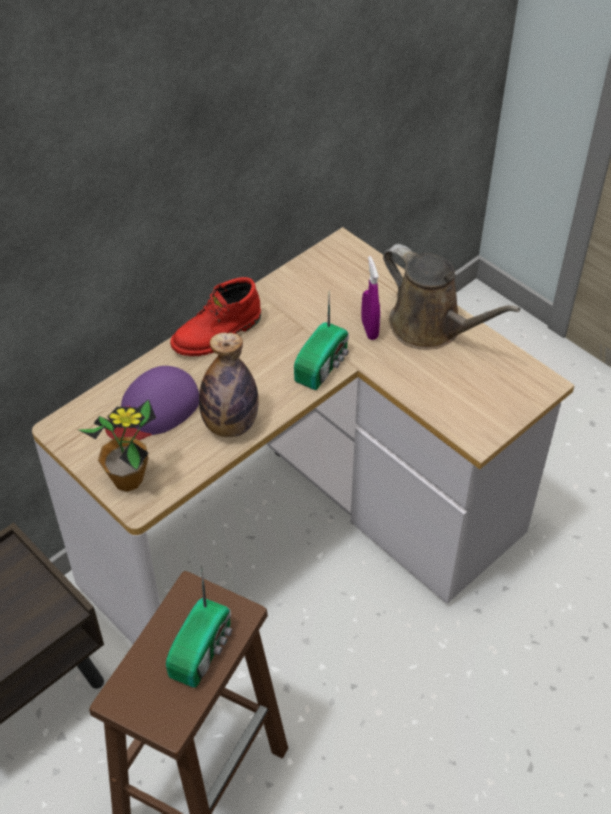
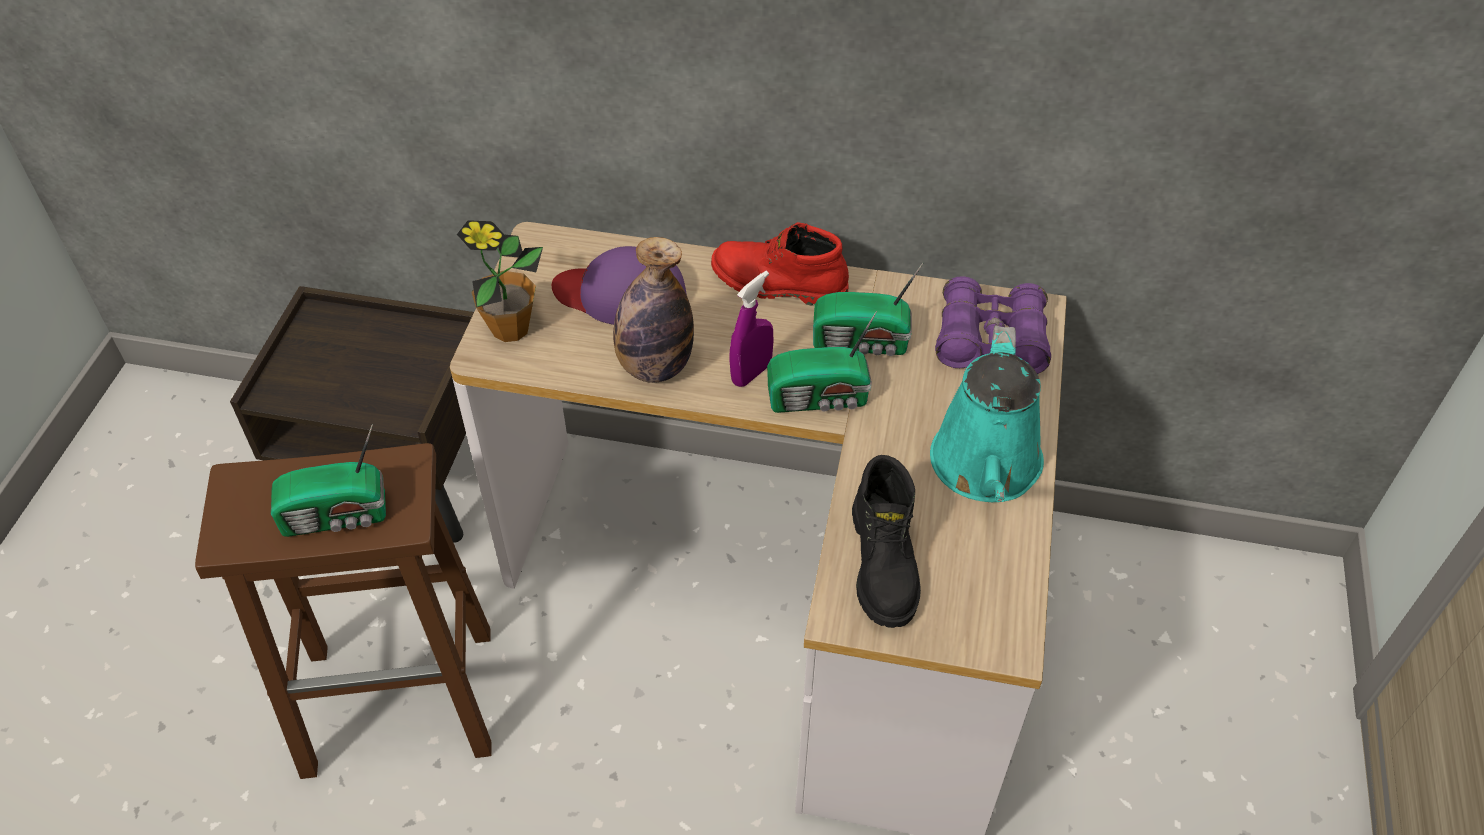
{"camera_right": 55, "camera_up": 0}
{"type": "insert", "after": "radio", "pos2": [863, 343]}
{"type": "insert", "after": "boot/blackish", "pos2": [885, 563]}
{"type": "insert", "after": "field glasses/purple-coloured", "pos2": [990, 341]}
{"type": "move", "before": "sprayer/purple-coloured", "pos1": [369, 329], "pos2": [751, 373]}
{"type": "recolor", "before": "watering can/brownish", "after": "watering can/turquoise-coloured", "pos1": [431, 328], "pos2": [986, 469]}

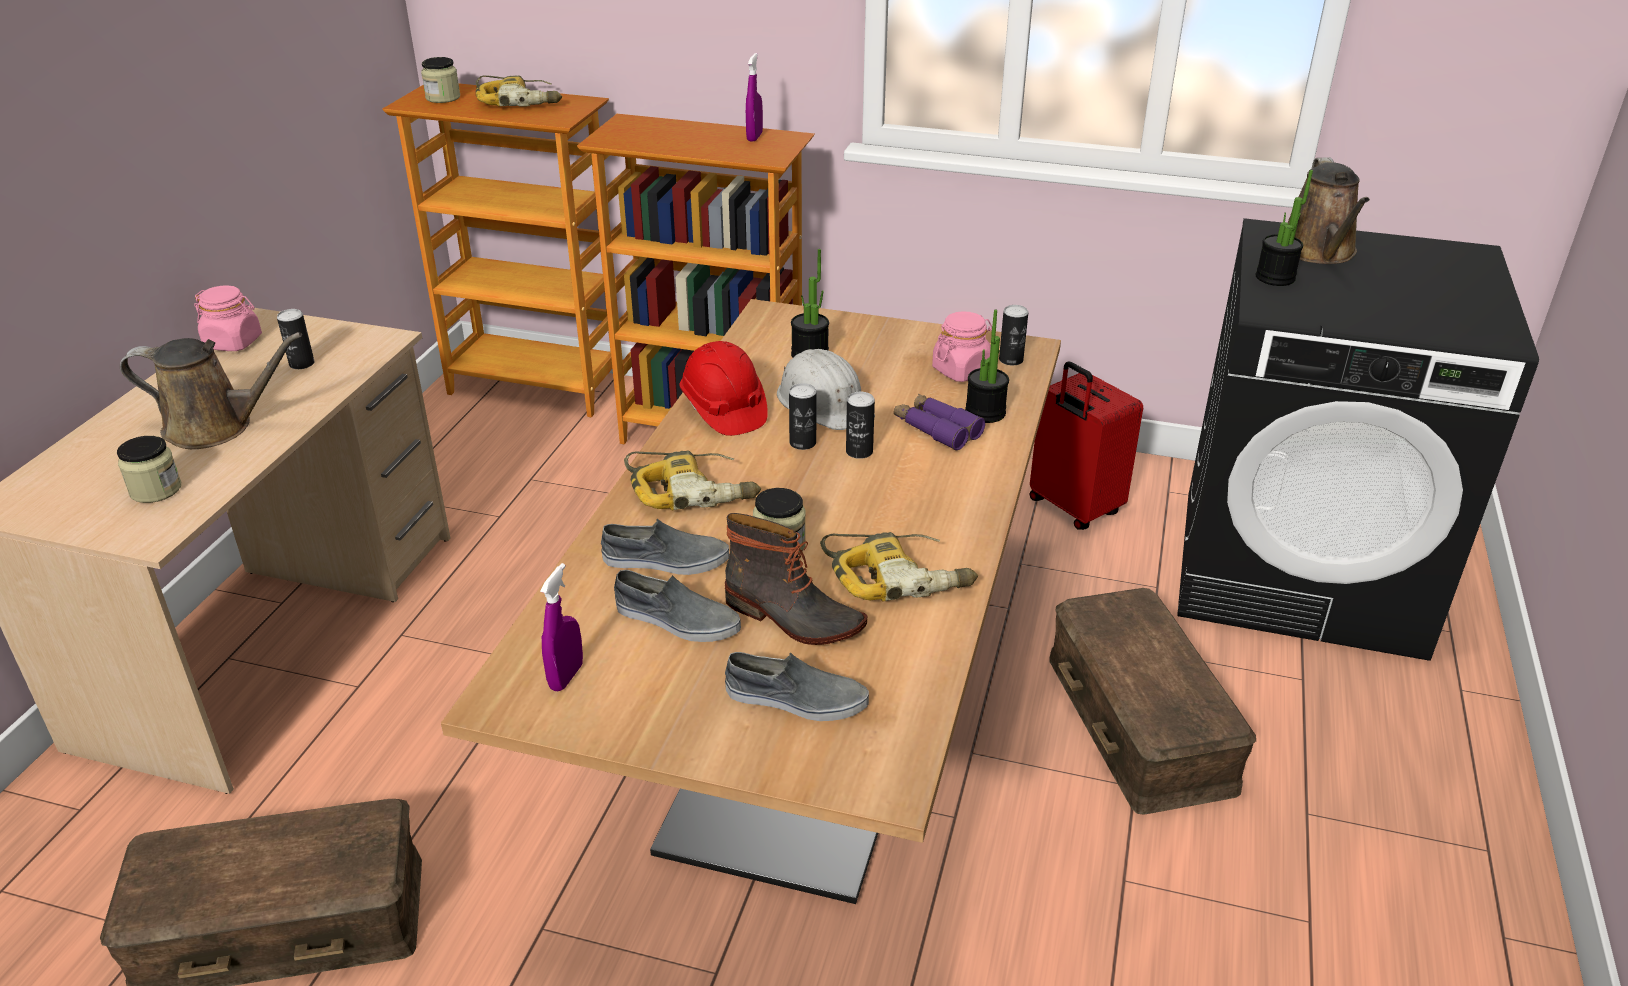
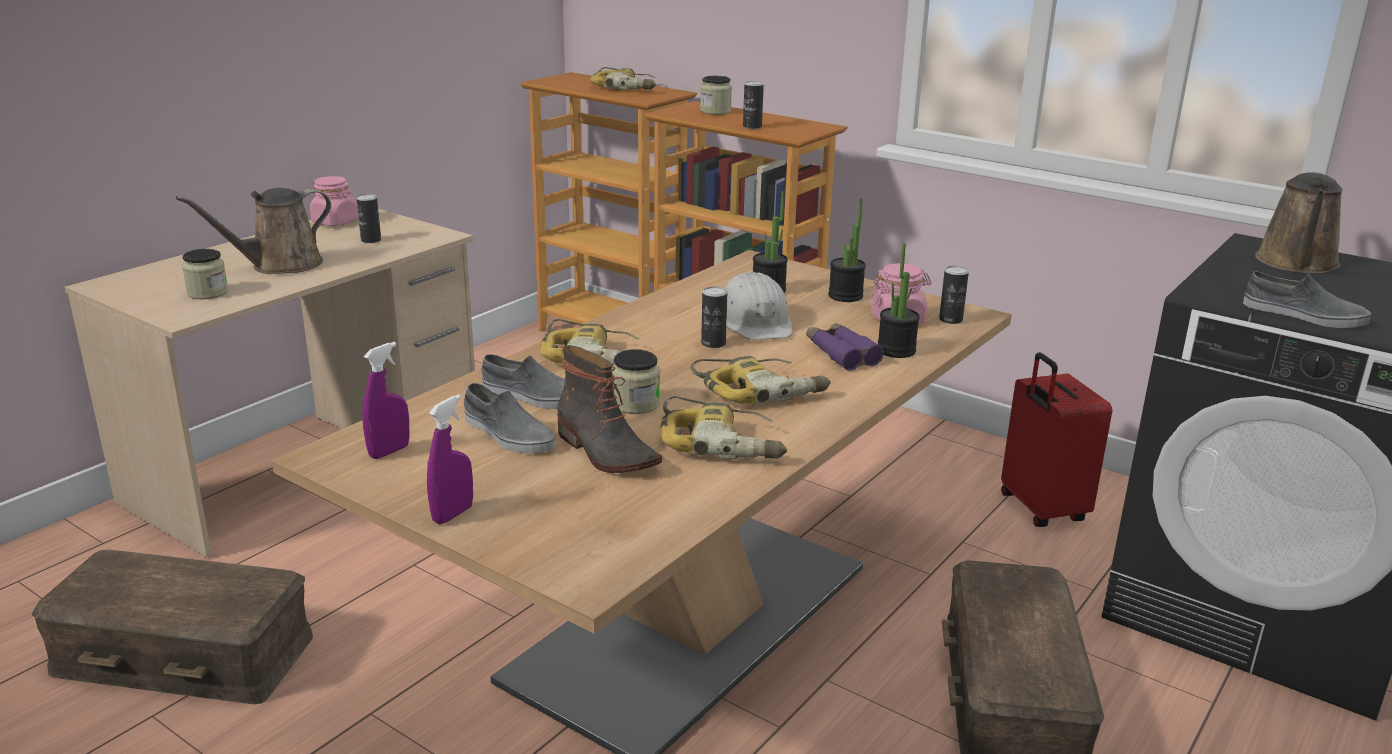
{"camera_right": 20, "camera_up": -10}
{"type": "delete", "before": "work helmet/reddish", "pos1": [723, 410]}
{"type": "insert", "after": "drill", "pos2": [760, 390]}
{"type": "move", "before": "storage jar", "pos1": [443, 98], "pos2": [715, 111]}
{"type": "move", "before": "shoe/gray", "pos1": [796, 699], "pos2": [1303, 315]}
{"type": "move", "before": "sprayer/purple-coloured", "pos1": [754, 137], "pos2": [453, 514]}
{"type": "move", "before": "metal can", "pos1": [859, 452], "pos2": [752, 127]}
{"type": "move", "before": "plant in a pot", "pos1": [1275, 278], "pos2": [845, 296]}
{"type": "rotate", "before": "watering can/brownish", "pos1": [216, 427], "pos2": [280, 265], "turn": 120}

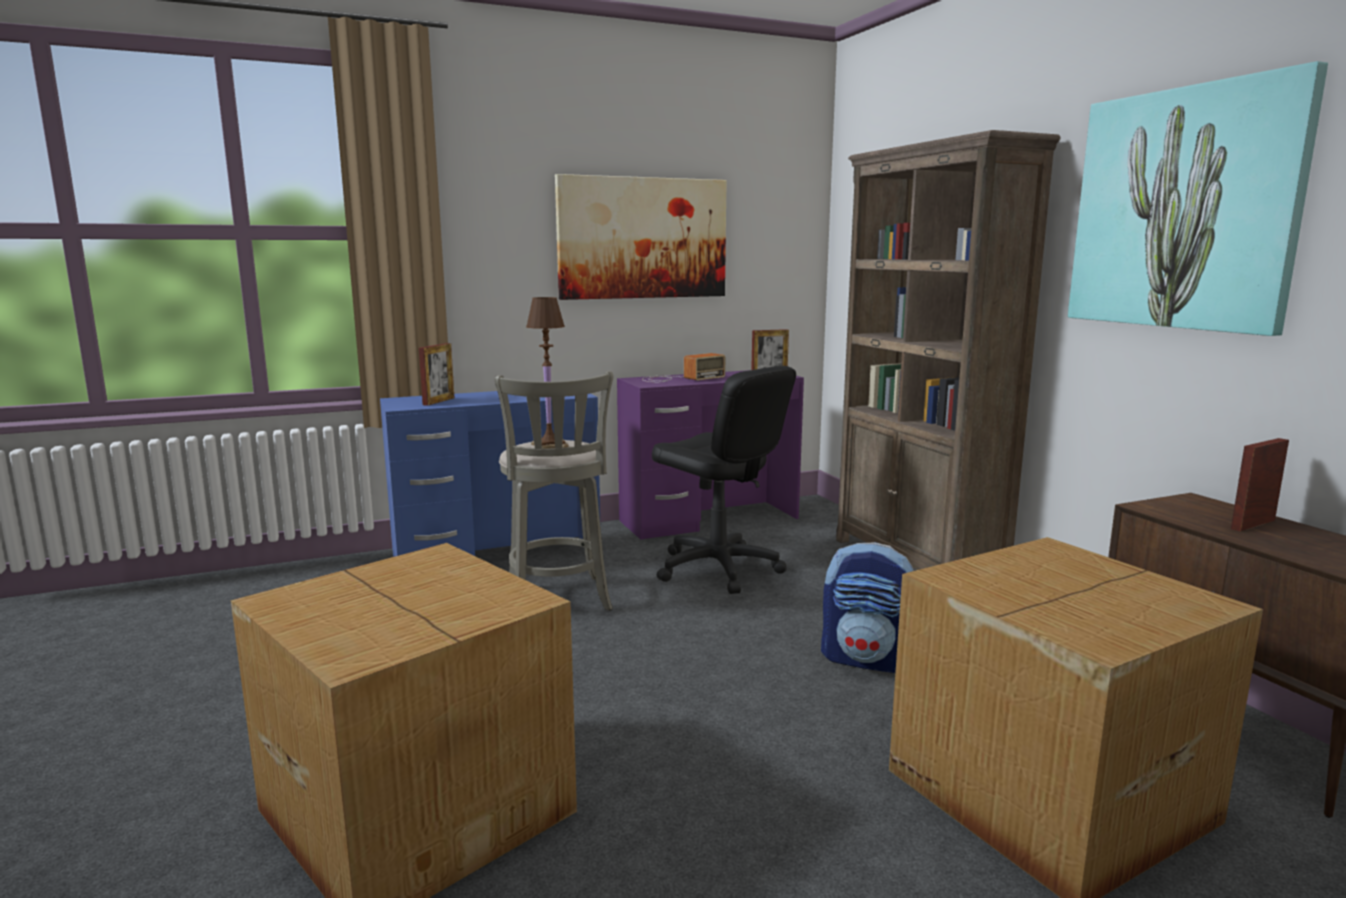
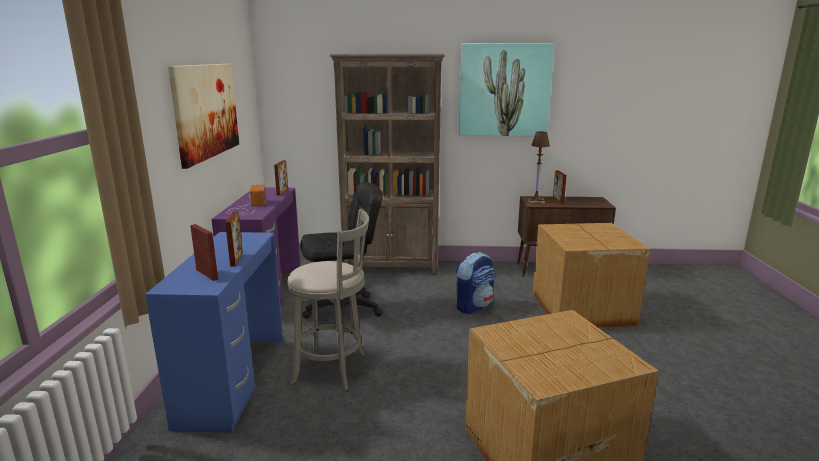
{"camera_right": -65, "camera_up": 5}
{"type": "insert", "after": "picture frame", "pos2": [236, 259]}
{"type": "move", "before": "tabletop lamp/brownish", "pos1": [549, 446], "pos2": [536, 201]}

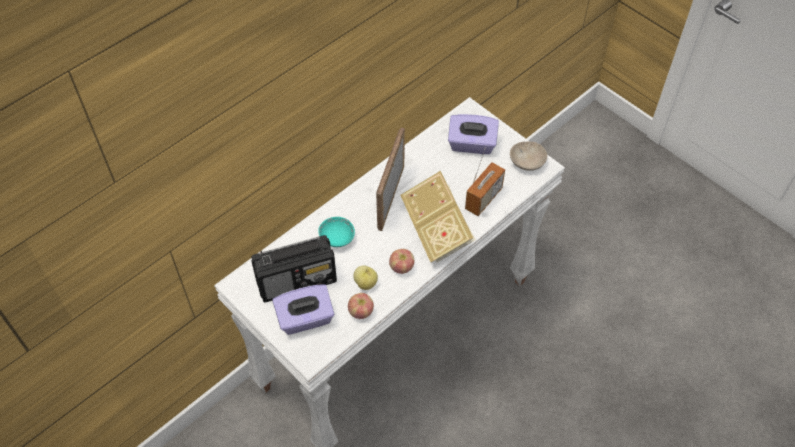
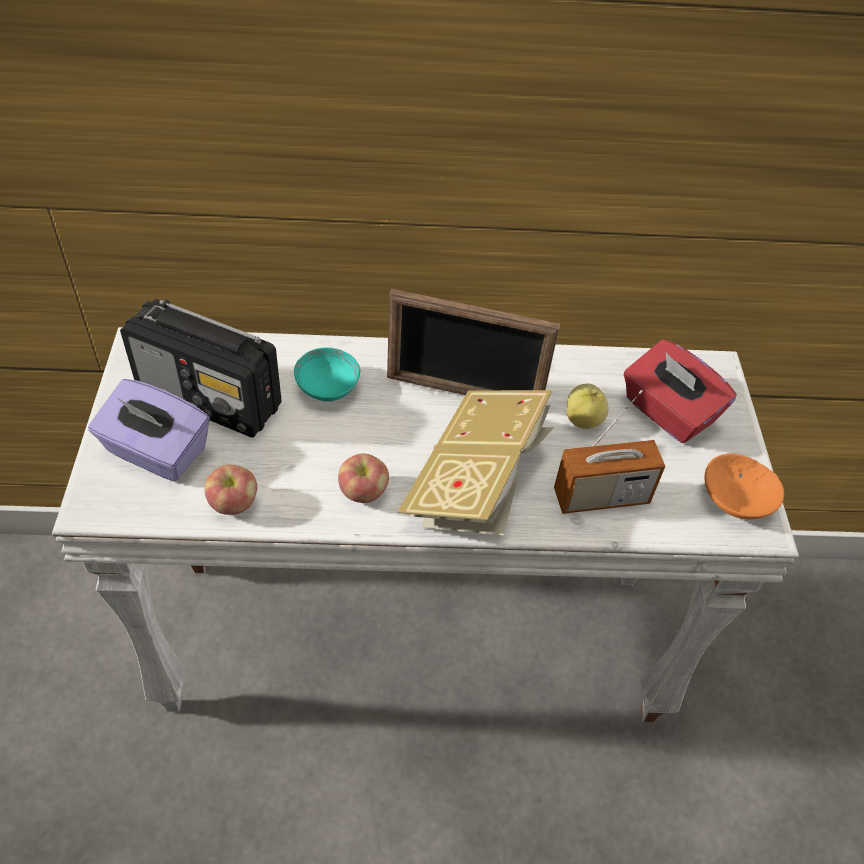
{"camera_right": 40, "camera_up": -5}
{"type": "move", "before": "apple fruit", "pos1": [366, 283], "pos2": [583, 420]}
{"type": "recolor", "before": "box of tissues/purple-coloured", "after": "box of tissues/reddish", "pos1": [471, 145], "pos2": [667, 412]}
{"type": "recolor", "before": "deep dish/sand-coloured", "after": "deep dish/orange", "pos1": [526, 163], "pos2": [734, 499]}
{"type": "rotate", "before": "picture frame", "pos1": [391, 197], "pos2": [463, 393], "turn": -135}

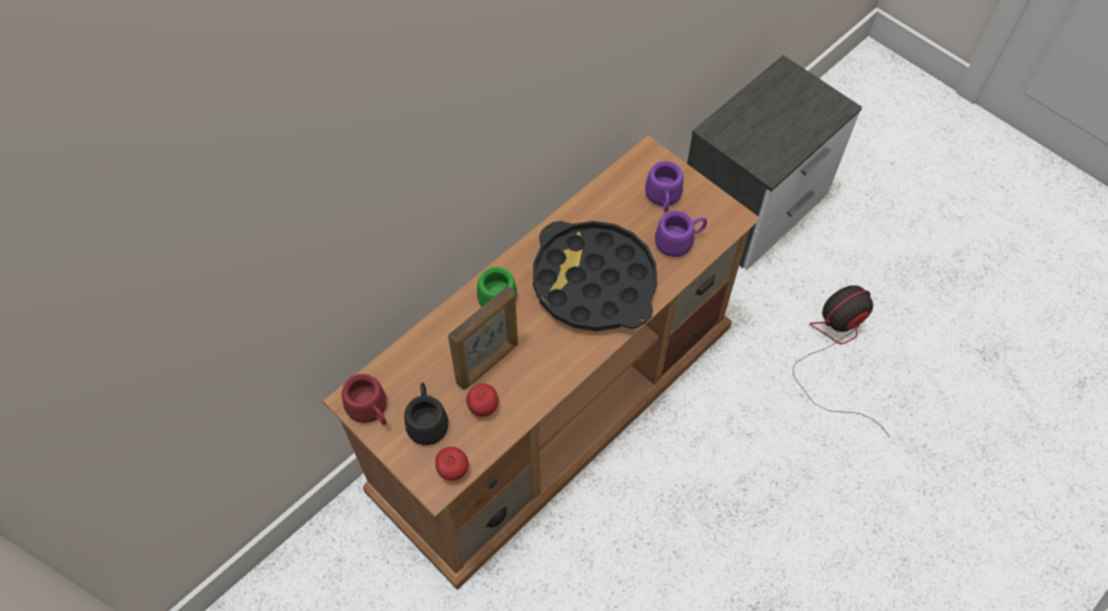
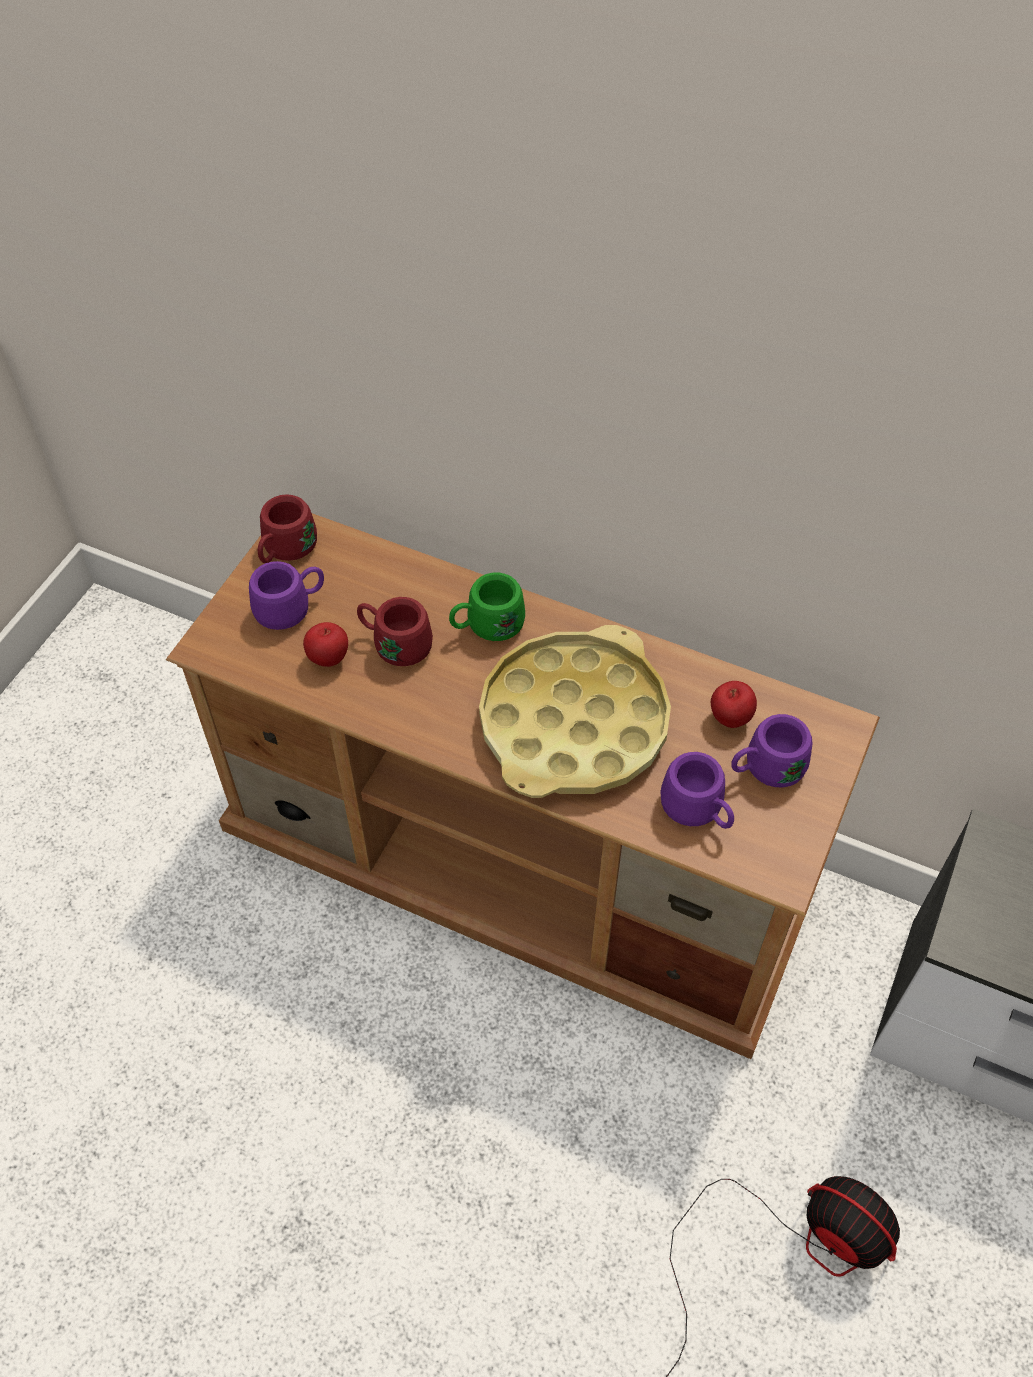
{"camera_right": 70, "camera_up": -5}
{"type": "move", "before": "apple fruit", "pos1": [453, 470], "pos2": [730, 718]}
{"type": "replace", "before": "picture frame", "after": "tea mug/reddish", "pos1": [488, 364], "pos2": [395, 644]}
{"type": "recolor", "before": "tea mug/blackish", "after": "tea mug/purple-coloured", "pos1": [427, 420], "pos2": [291, 608]}
{"type": "recolor", "before": "serving tray/blackish", "after": "serving tray/yellow-coloured", "pos1": [594, 282], "pos2": [573, 723]}

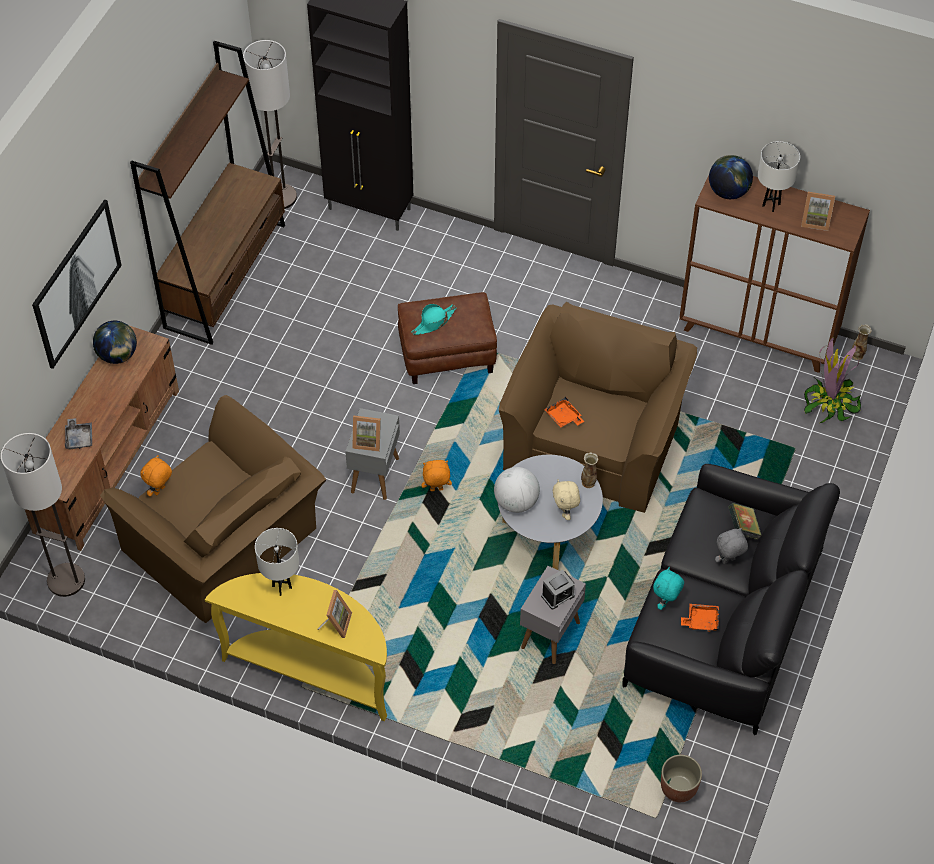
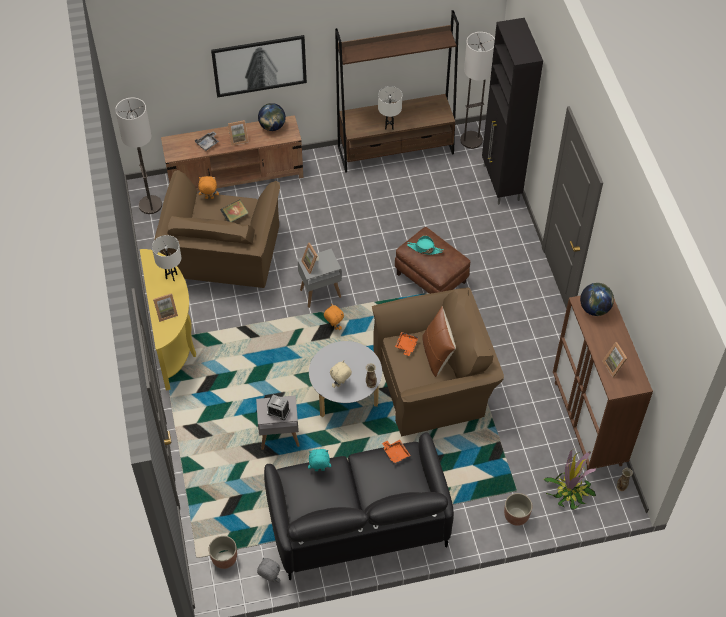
{"camera_right": 55, "camera_up": 0}
{"type": "delete", "before": "world globe", "pos1": [516, 502]}
{"type": "insert", "after": "picture frame", "pos2": [238, 139]}
{"type": "insert", "after": "throw pillow/brownish", "pos2": [437, 354]}
{"type": "insert", "after": "plant pot", "pos2": [516, 516]}
{"type": "move", "before": "serving tray/orange", "pos1": [701, 621], "pos2": [395, 453]}
{"type": "move", "before": "cuddly toy/gray", "pos1": [728, 561], "pos2": [269, 579]}
{"type": "move", "before": "volume", "pos1": [743, 528], "pos2": [235, 216]}
{"type": "move", "before": "tabletop lamp/white-coloured", "pos1": [771, 205], "pos2": [389, 126]}

